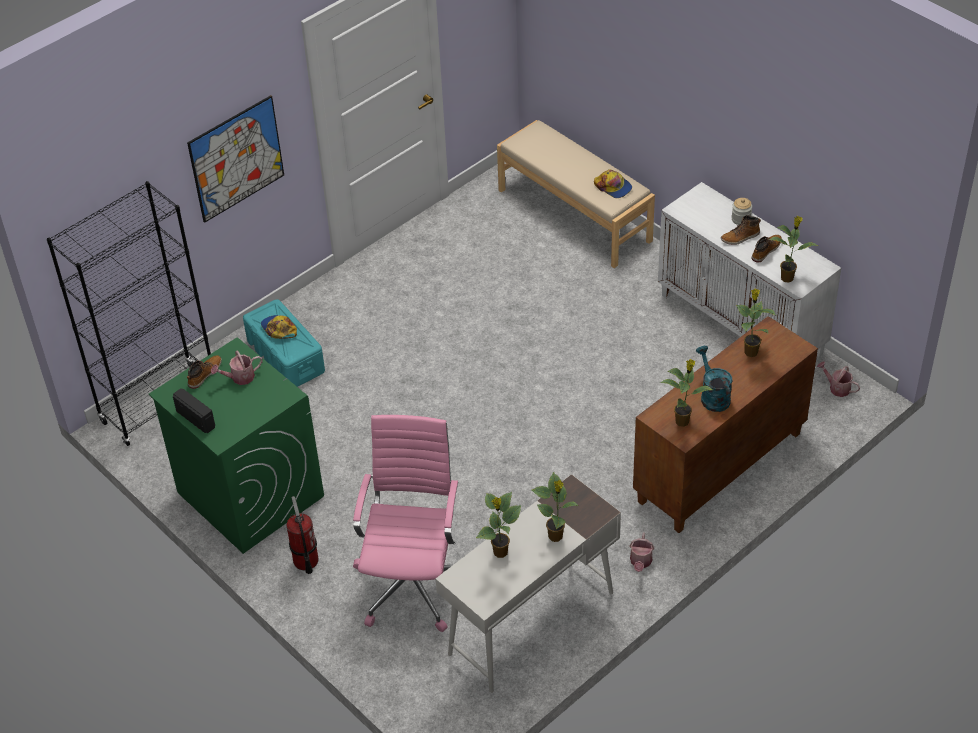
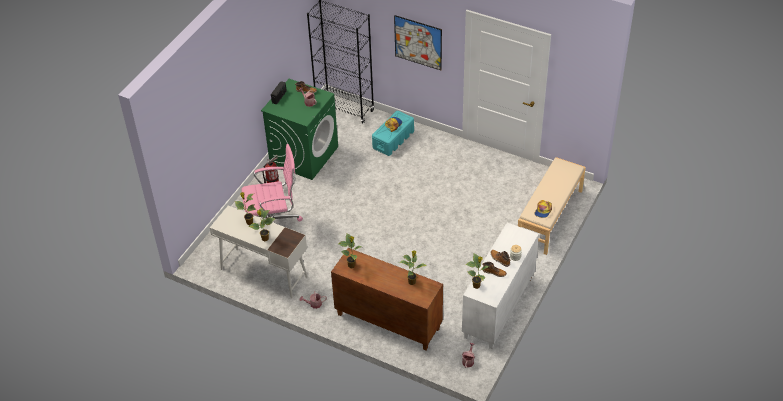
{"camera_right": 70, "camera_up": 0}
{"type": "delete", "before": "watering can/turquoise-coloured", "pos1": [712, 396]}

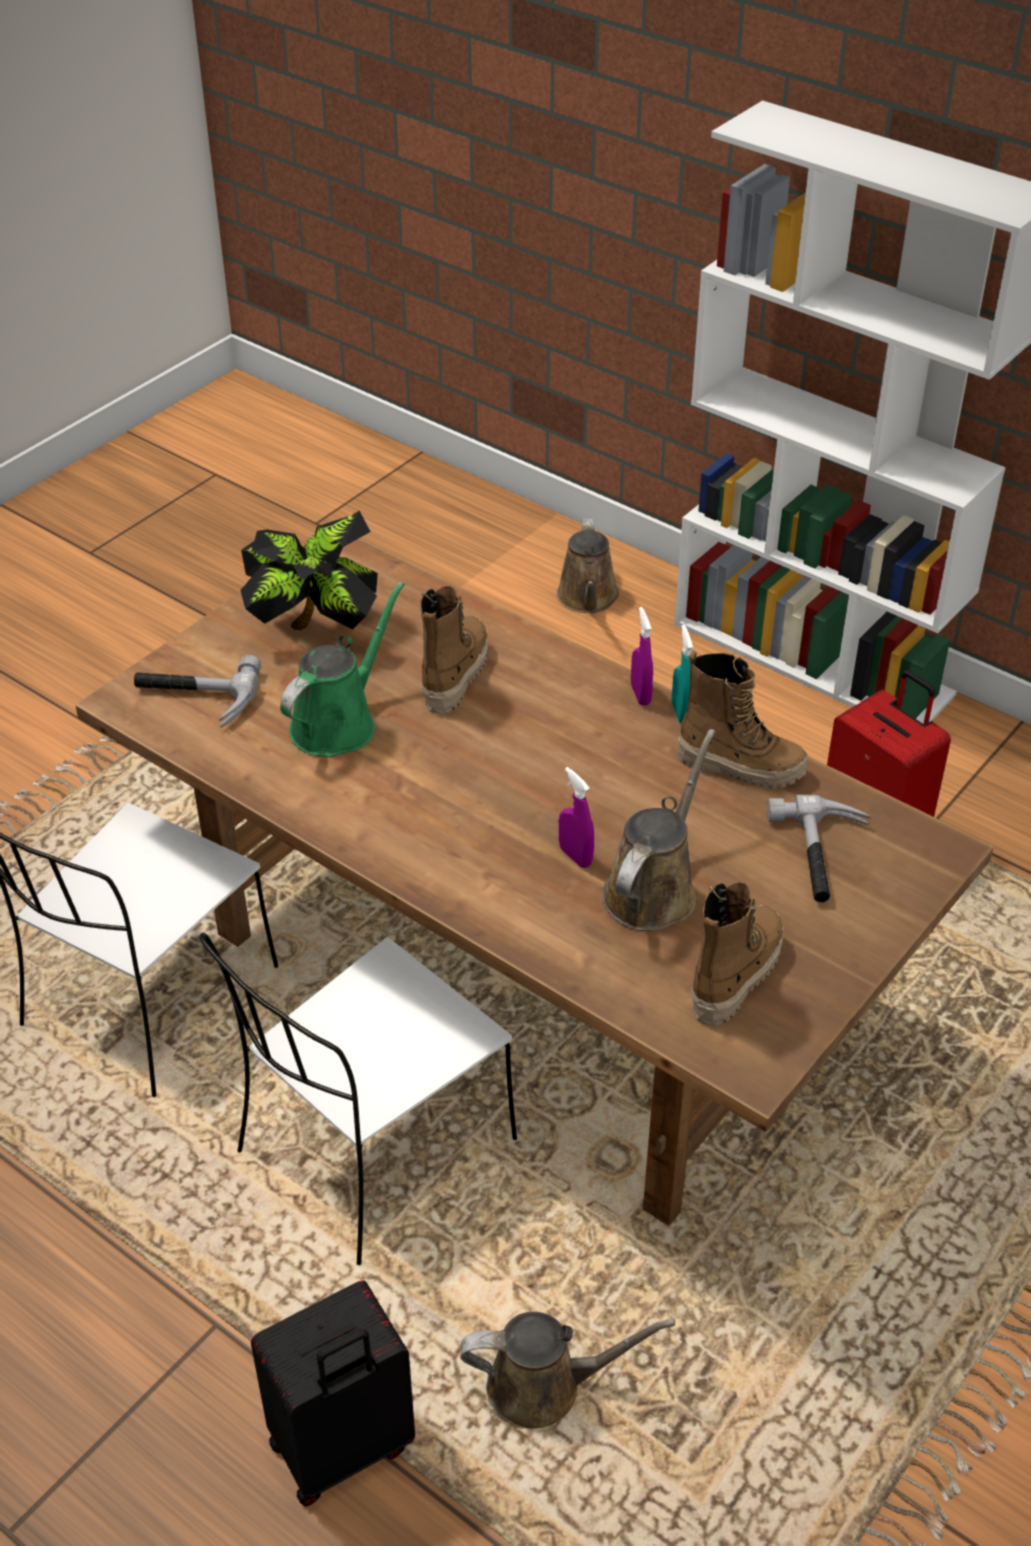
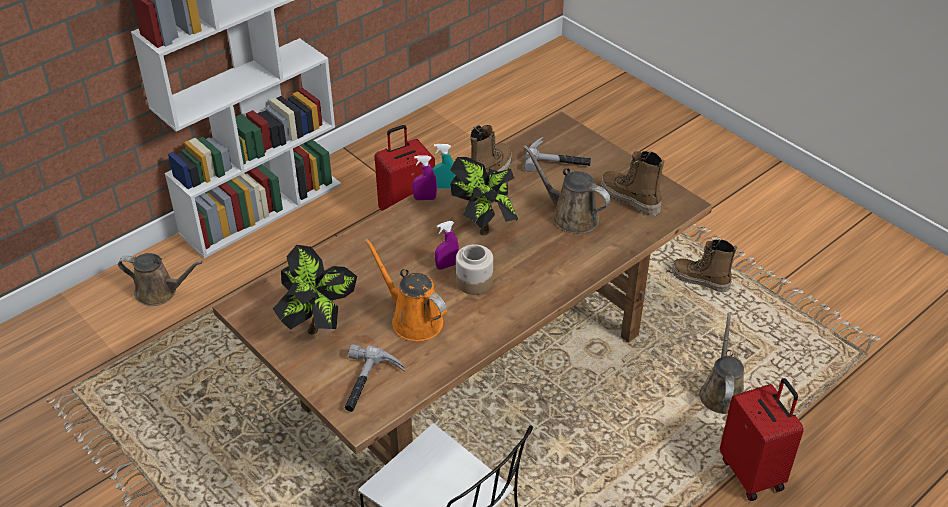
{"camera_right": -80, "camera_up": 0}
{"type": "delete", "before": "upright chair/white-coloured", "pos1": [371, 1150]}
{"type": "insert", "after": "plant in a pot", "pos2": [485, 225]}
{"type": "insert", "after": "storage jar", "pos2": [474, 282]}
{"type": "move", "before": "boot", "pos1": [454, 675], "pos2": [700, 281]}
{"type": "move", "before": "sprayer/purple-coloured", "pos1": [575, 856], "pos2": [447, 266]}
{"type": "recolor", "before": "travel case/blackish", "after": "travel case/reddish", "pos1": [342, 1450], "pos2": [753, 473]}
{"type": "recolor", "before": "watering can/green-coloured", "after": "watering can/orange", "pos1": [338, 723], "pos2": [413, 319]}

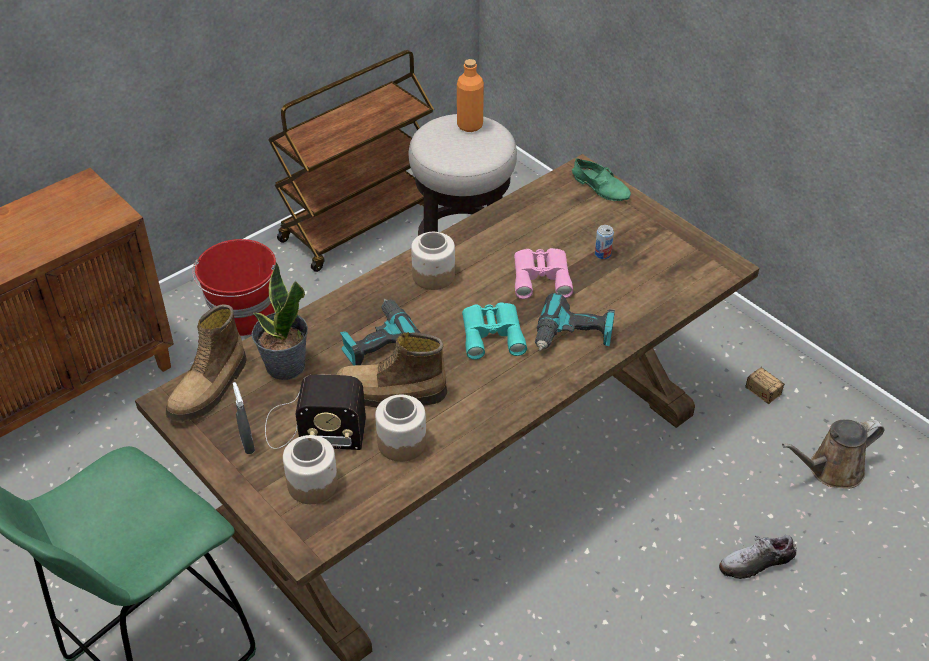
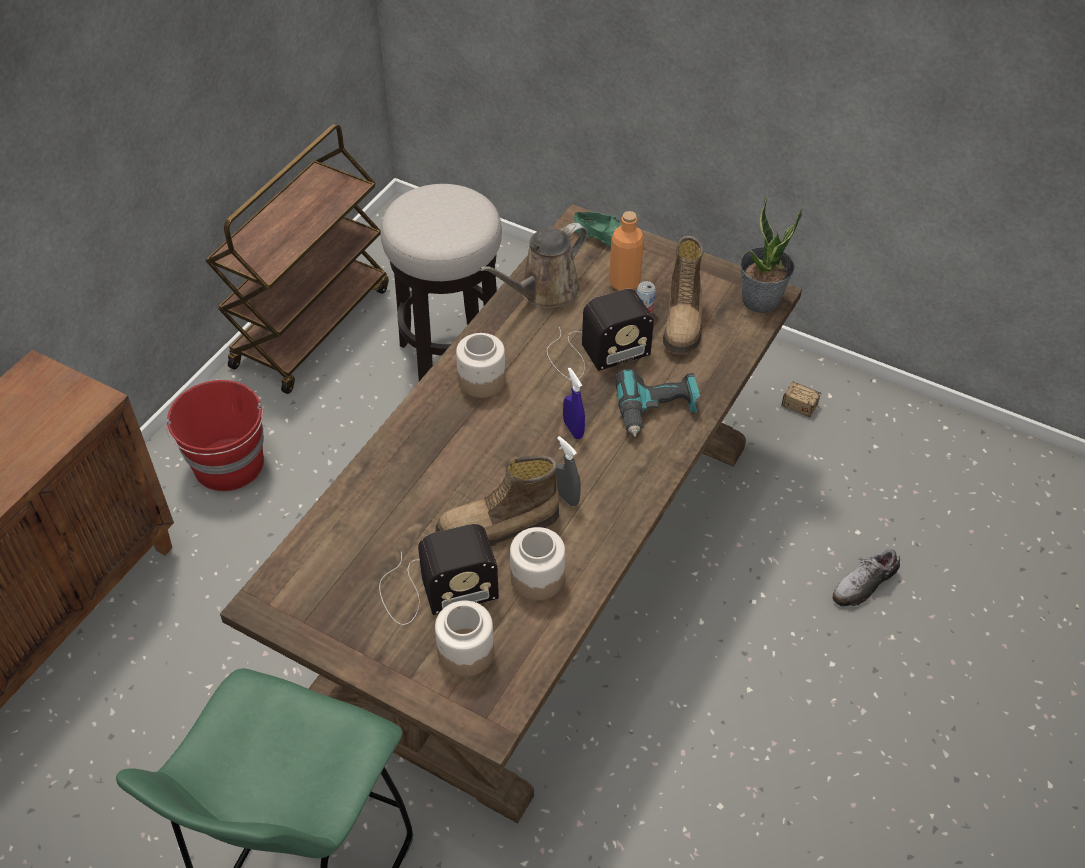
{"camera_right": -20, "camera_up": 5}
{"type": "delete", "before": "drill", "pos1": [378, 341]}
{"type": "move", "before": "boot", "pos1": [210, 389], "pos2": [683, 322]}
{"type": "move", "before": "sprayer/gray", "pos1": [247, 444], "pos2": [566, 497]}
{"type": "move", "before": "plant in a pot", "pos1": [285, 366], "pos2": [760, 300]}
{"type": "move", "before": "beverage bottle/orange", "pos1": [470, 125], "pos2": [624, 283]}
{"type": "move", "before": "watering can/brownish", "pos1": [831, 470], "pos2": [544, 292]}
{"type": "replace", "before": "field glasses/turquoise-coloured", "after": "sprayer/blue", "pos1": [492, 333], "pos2": [573, 429]}
{"type": "replace", "before": "field glasses/pinkish", "after": "radio", "pos1": [541, 276], "pos2": [594, 352]}

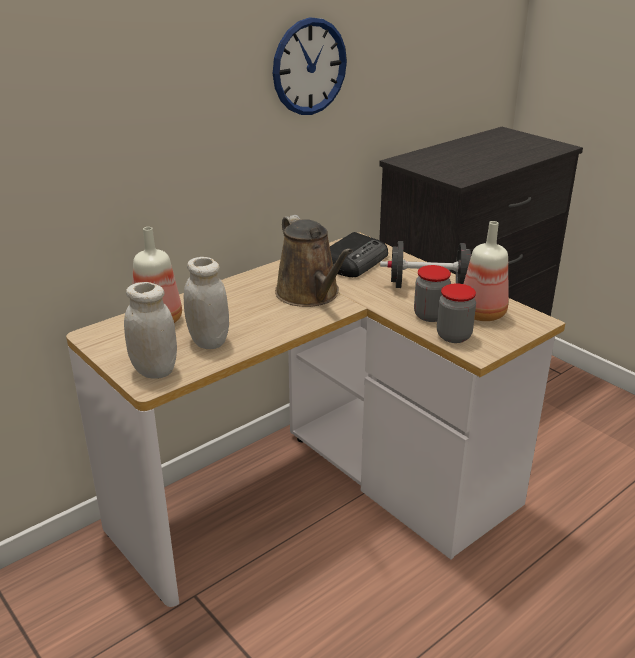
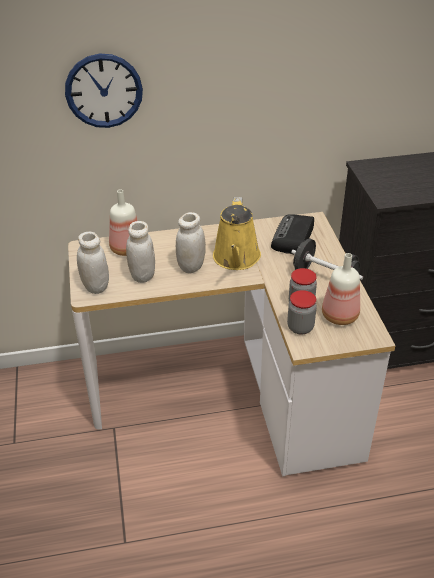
{"camera_right": 30, "camera_up": 10}
{"type": "insert", "after": "storage jar/white-coloured", "pos2": [191, 266]}
{"type": "move", "before": "hanging clock", "pos1": [309, 67], "pos2": [104, 91]}
{"type": "recolor", "before": "watering can/brownish", "after": "watering can/yellow-coloured", "pos1": [310, 295], "pos2": [236, 259]}
{"type": "rotate", "before": "radio", "pos1": [354, 261], "pos2": [293, 238], "turn": 135}

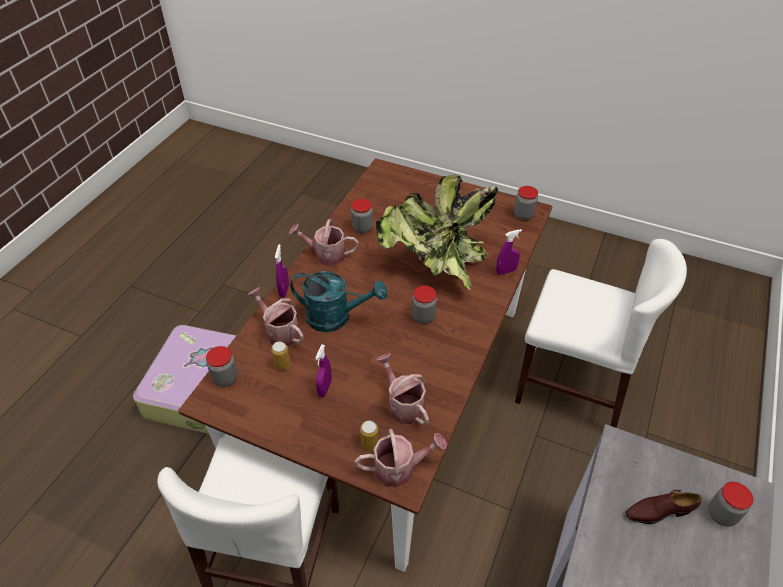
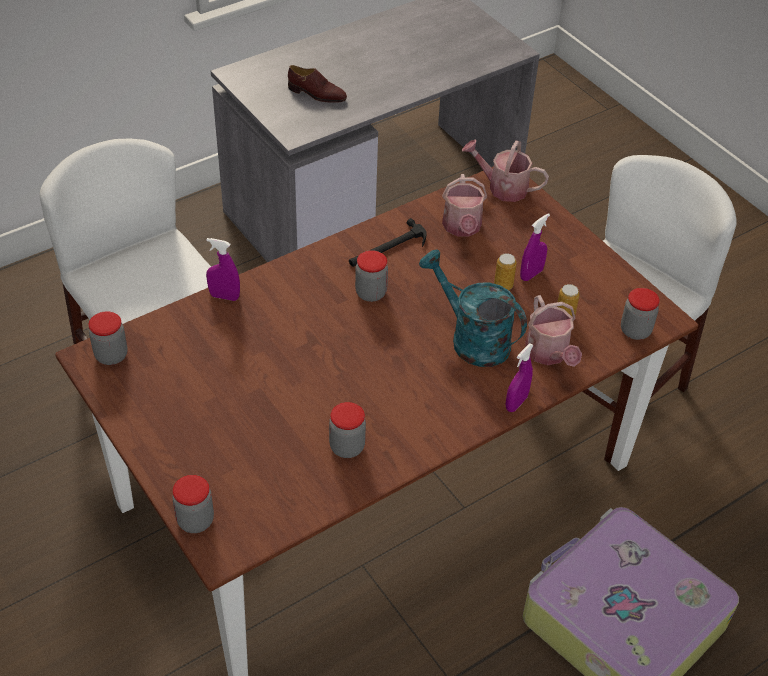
{"camera_right": -150, "camera_up": 0}
{"type": "delete", "before": "watering can", "pos1": [325, 255]}
{"type": "delete", "before": "plant in a pot", "pos1": [437, 266]}
{"type": "insert", "after": "hand hammer", "pos2": [387, 249]}
{"type": "move", "before": "metal can", "pos1": [369, 444], "pos2": [503, 285]}
{"type": "move", "before": "storage jar", "pos1": [721, 514], "pos2": [195, 520]}

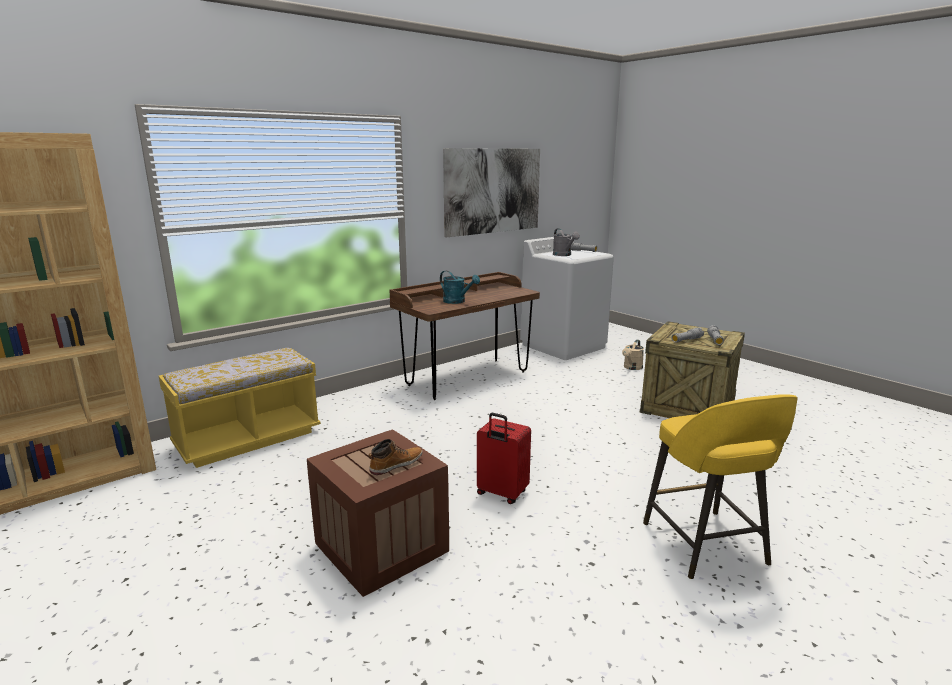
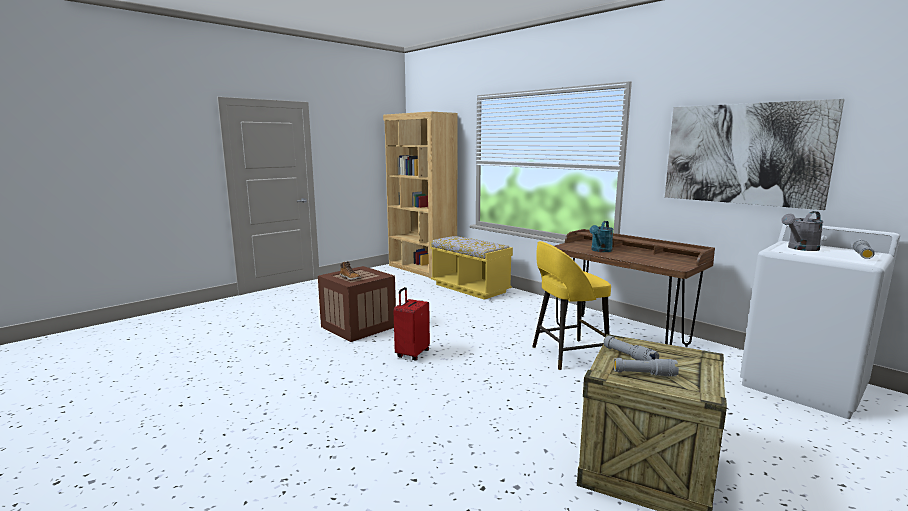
{"camera_right": 85, "camera_up": -5}
{"type": "delete", "before": "watering can/sand-coloured", "pos1": [632, 368]}
{"type": "move", "before": "stool/yellow-coloured", "pos1": [706, 545], "pos2": [567, 354]}

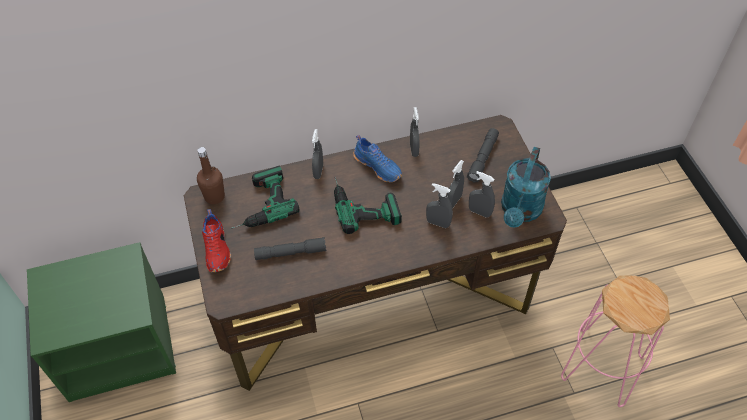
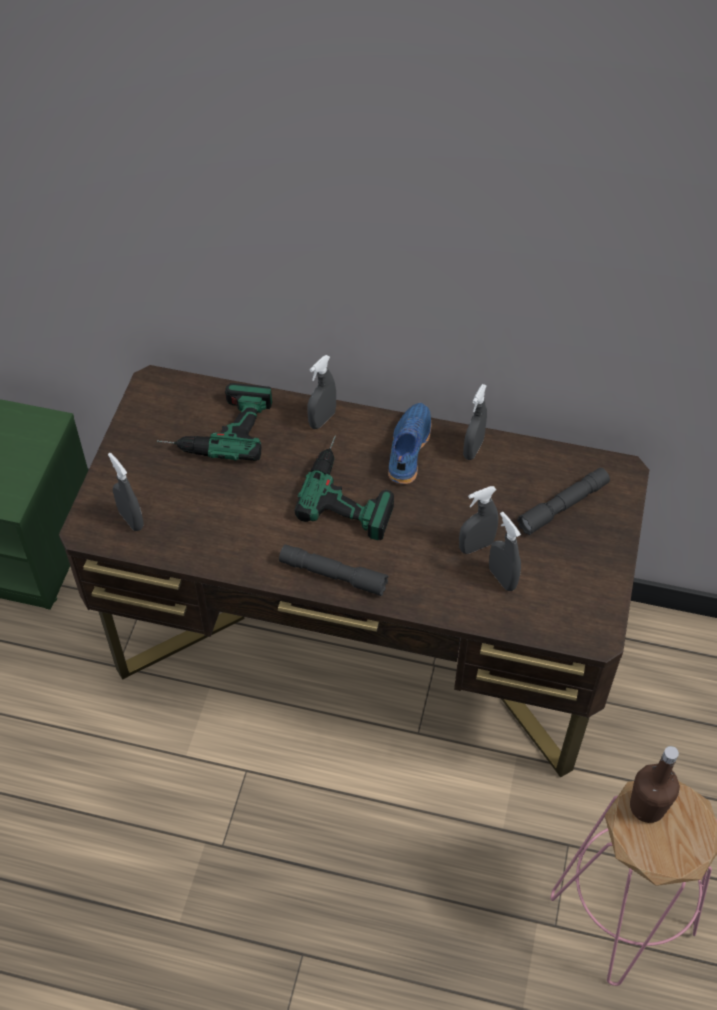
{"camera_right": 30, "camera_up": 0}
{"type": "delete", "before": "shoe/reddish", "pos1": [217, 249]}
{"type": "delete", "before": "watering can/turquoise-coloured", "pos1": [520, 211]}
{"type": "move", "before": "beverage bottle/brownish", "pos1": [214, 196], "pos2": [647, 807]}
{"type": "move", "before": "hand torch/gray", "pos1": [290, 253], "pos2": [333, 575]}
{"type": "move", "before": "sprayer/gray", "pos1": [438, 223], "pos2": [131, 519]}
{"type": "rotate", "before": "shoe/blue", "pos1": [378, 166], "pos2": [407, 449], "turn": -150}

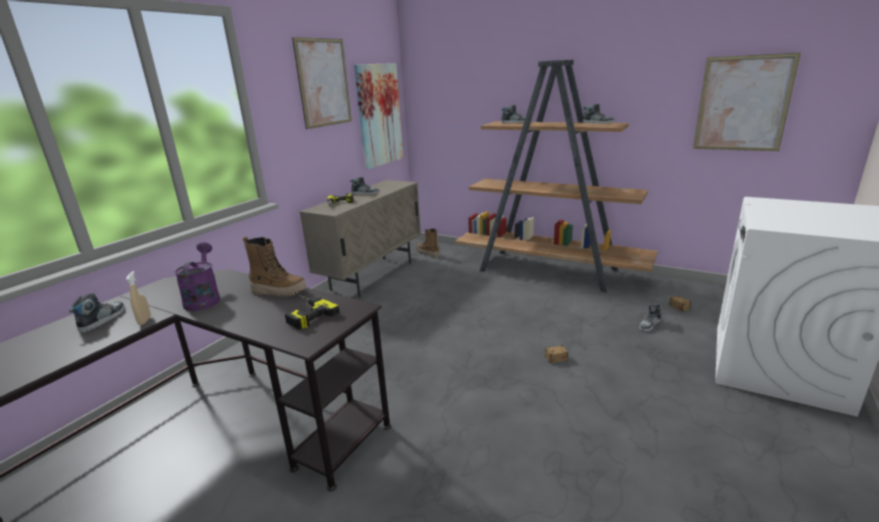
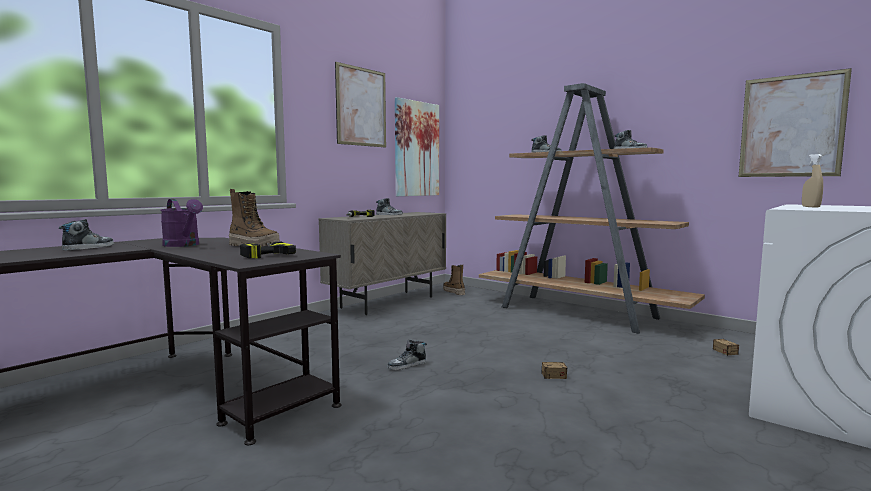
{"camera_right": 10, "camera_up": -15}
{"type": "move", "before": "sprayer/sand-coloured", "pos1": [145, 321], "pos2": [810, 207]}
{"type": "move", "before": "shoe", "pos1": [649, 324], "pos2": [407, 365]}
{"type": "rotate", "before": "watering can/purple-coloured", "pos1": [203, 299], "pos2": [184, 245], "turn": 135}

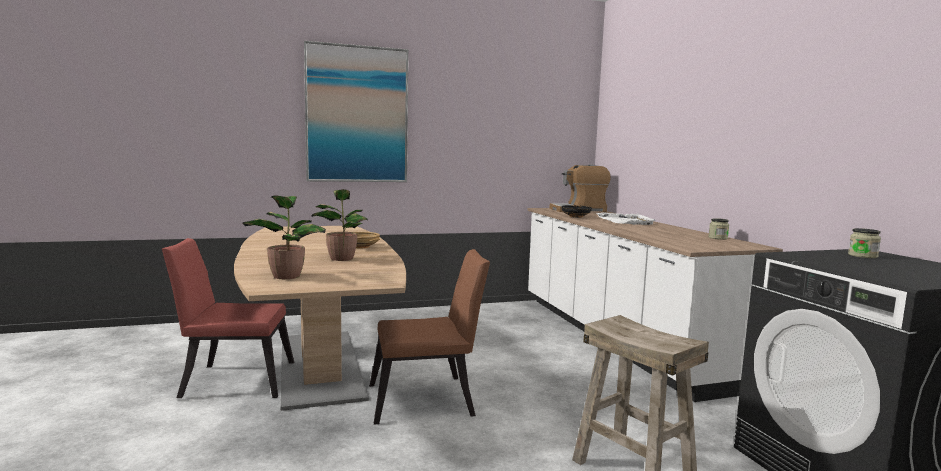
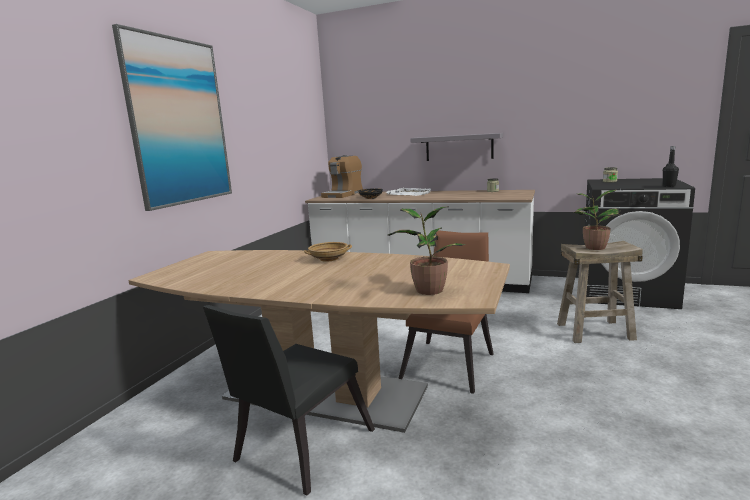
{"camera_right": -50, "camera_up": 5}
{"type": "insert", "after": "wall shelf/gray", "pos2": [459, 147]}
{"type": "insert", "after": "beverage bottle/blackish", "pos2": [669, 186]}
{"type": "move", "before": "plant in a pot", "pos1": [341, 258], "pos2": [593, 248]}
{"type": "recolor", "before": "upright chair/reddish", "after": "upright chair/blackish", "pos1": [232, 380], "pos2": [298, 449]}

